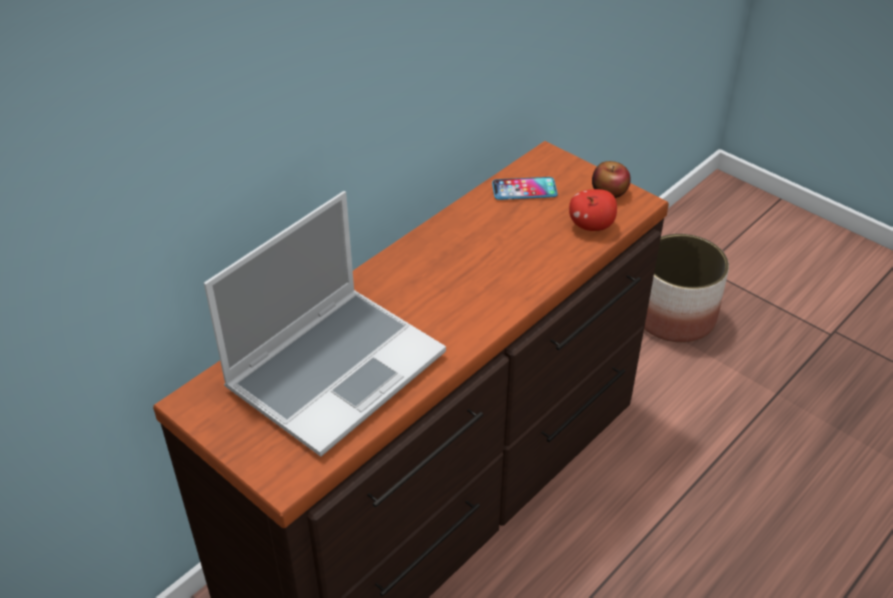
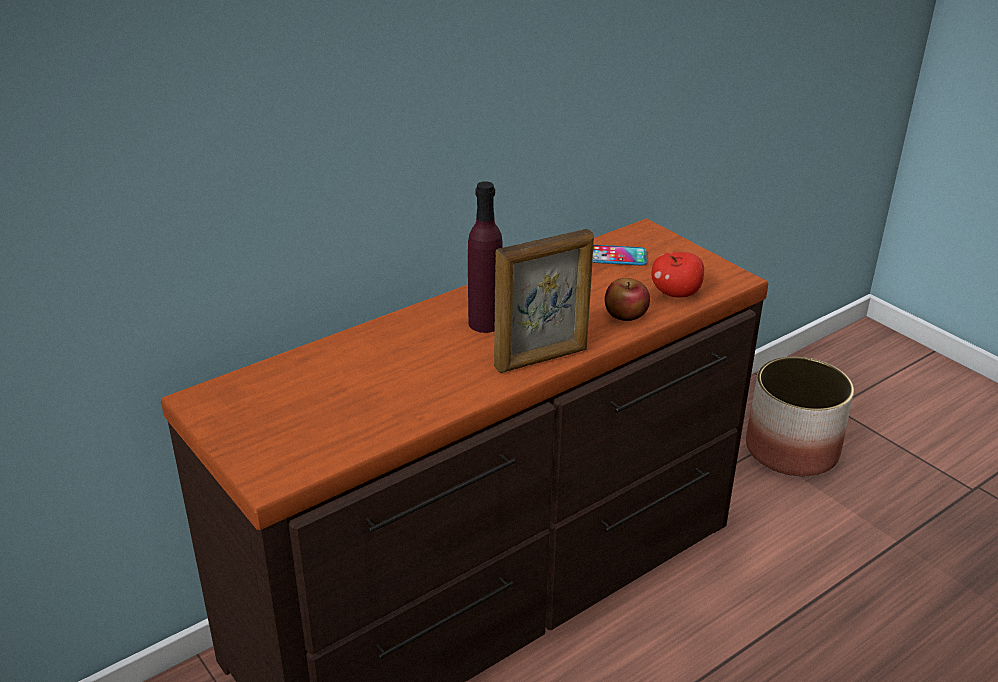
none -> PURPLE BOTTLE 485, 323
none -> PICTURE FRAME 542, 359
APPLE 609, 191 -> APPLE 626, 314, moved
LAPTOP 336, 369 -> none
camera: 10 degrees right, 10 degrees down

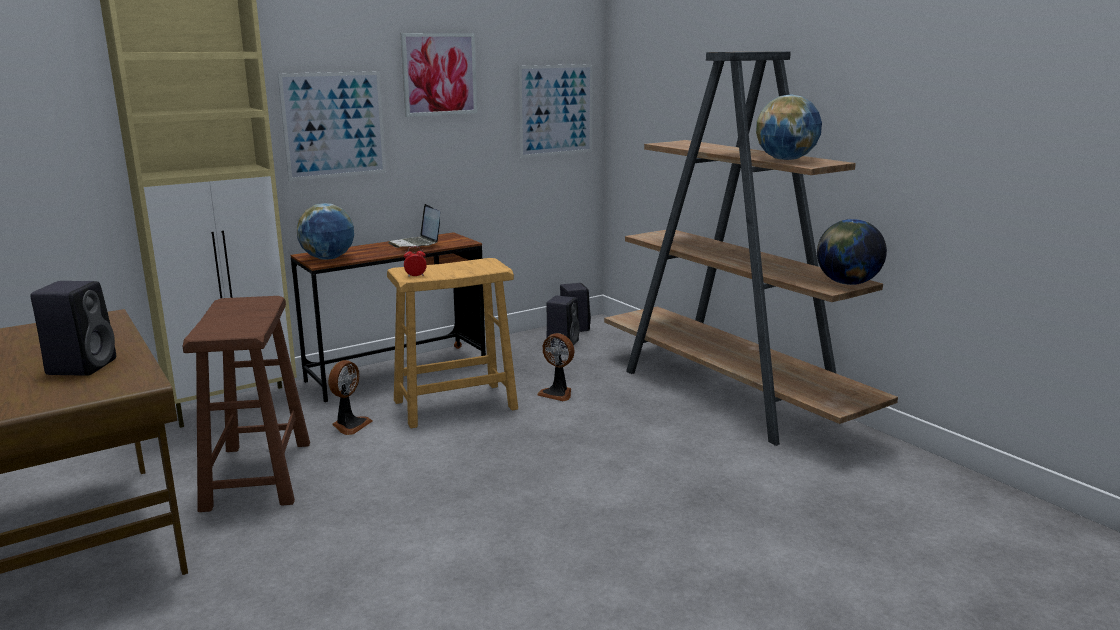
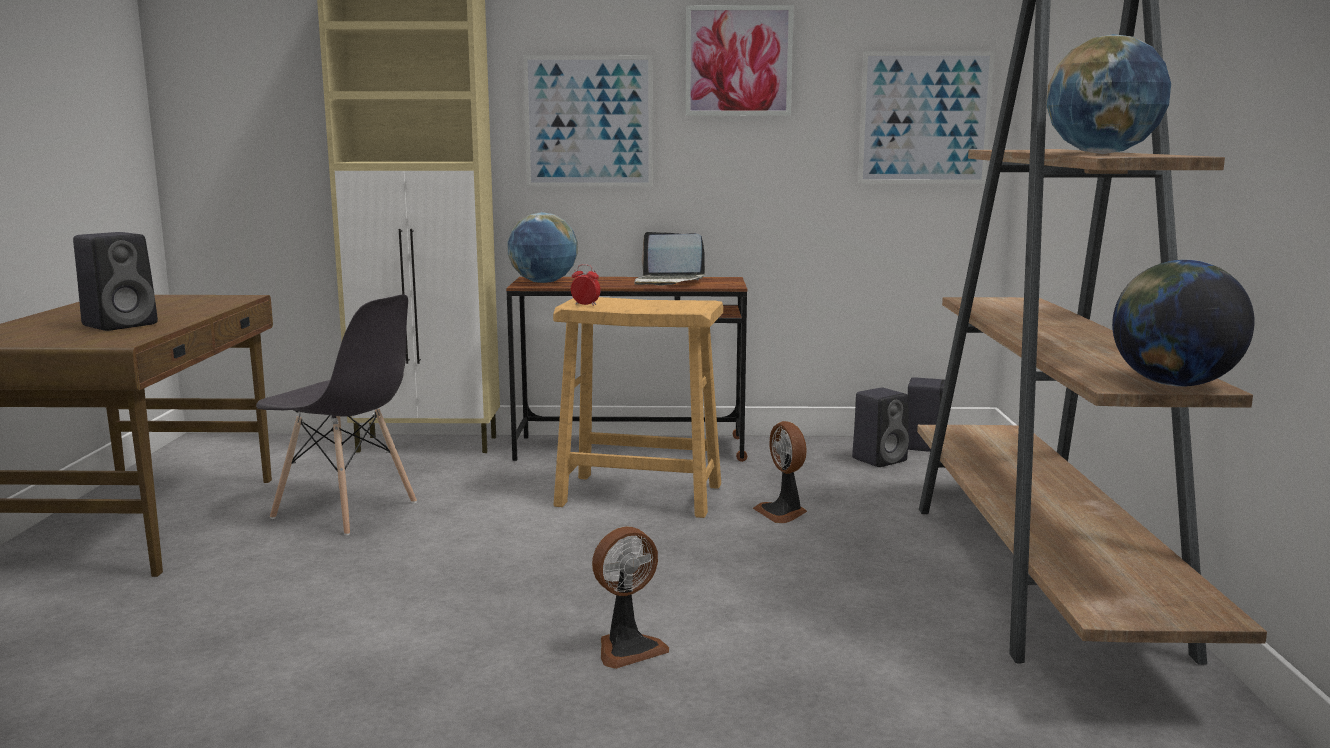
BROWN STOOL 258, 475 -> GREY CHAIR 346, 510
FAN 350, 425 -> FAN 627, 648, moved
LAPTOP 416, 244 -> LAPTOP 668, 281, 75 degrees counterclockwise
camera: 35 degrees right, 5 degrees down

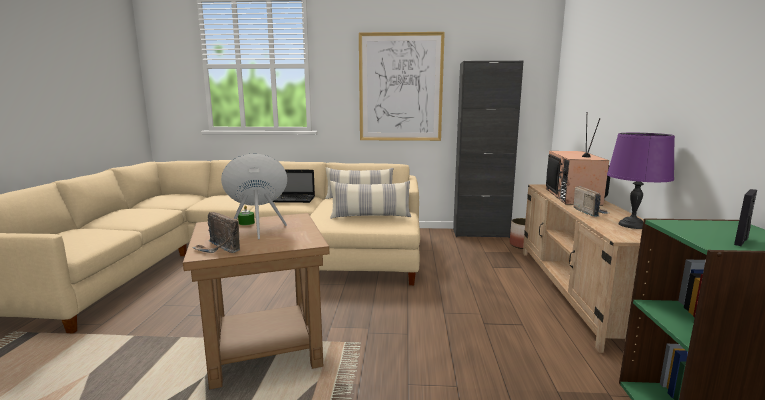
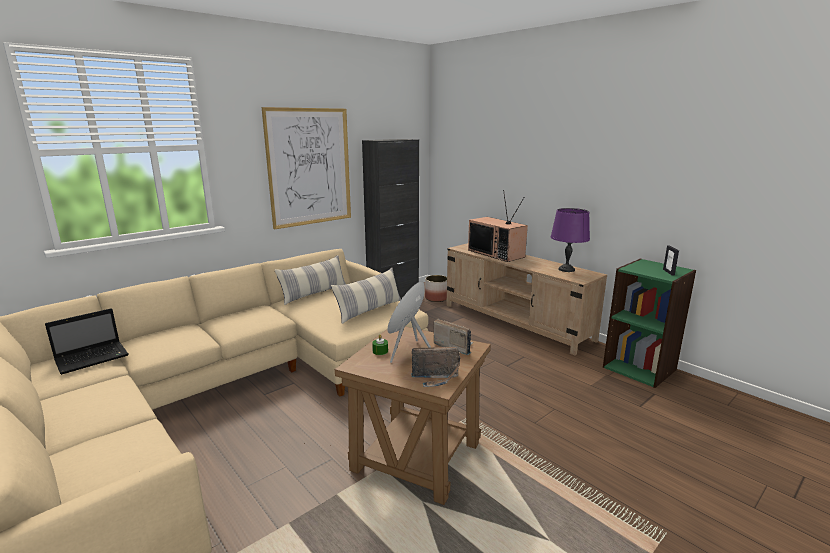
LAPTOP 294, 199 -> LAPTOP 93, 358, moved
RADIO 589, 212 -> RADIO 454, 346, moved
camera: 45 degrees left, 5 degrees up

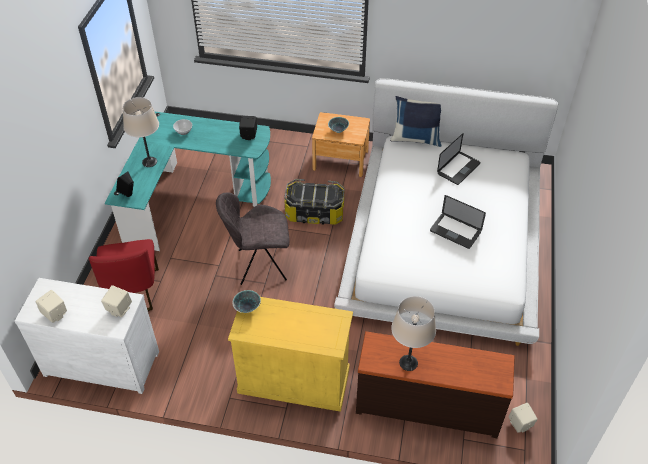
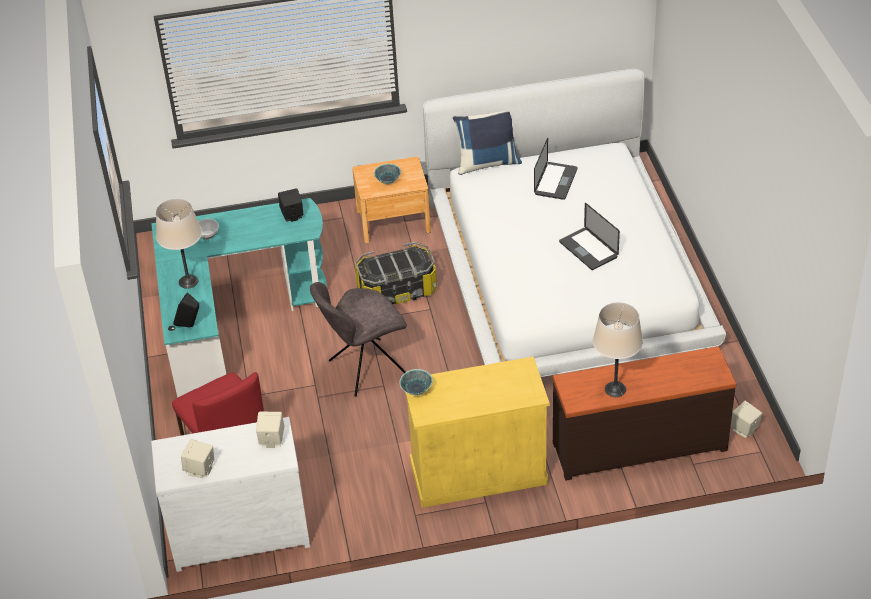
LAPTOP 455, 231 -> LAPTOP 588, 249, 45 degrees clockwise
camera: 20 degrees left, 5 degrees down

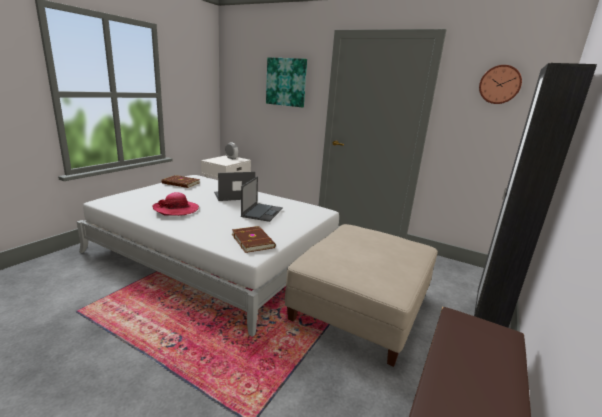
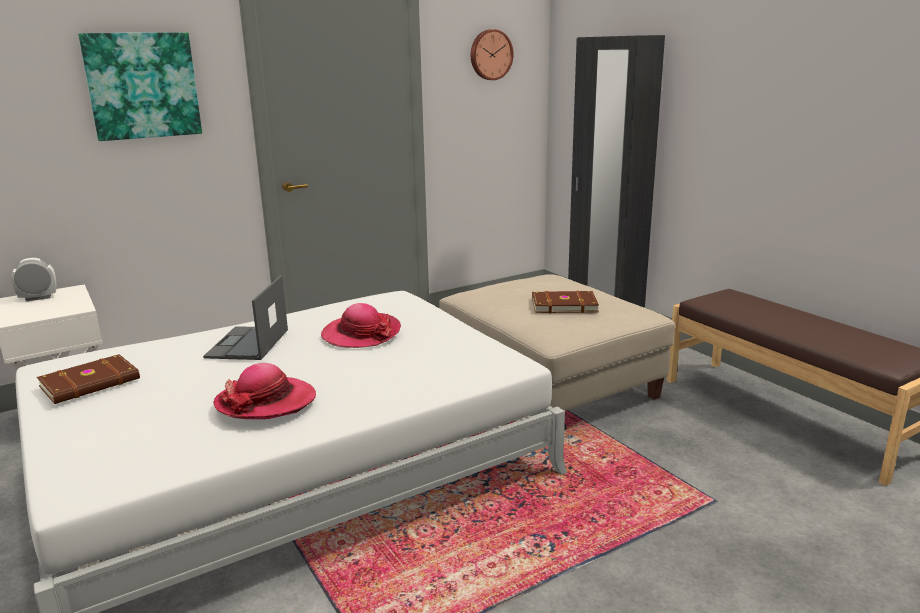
LAPTOP 262, 212 -> HAT 361, 334
BROWN BOOK 253, 240 -> BROWN BOOK 563, 305, moved
camera: 60 degrees left, 0 degrees up

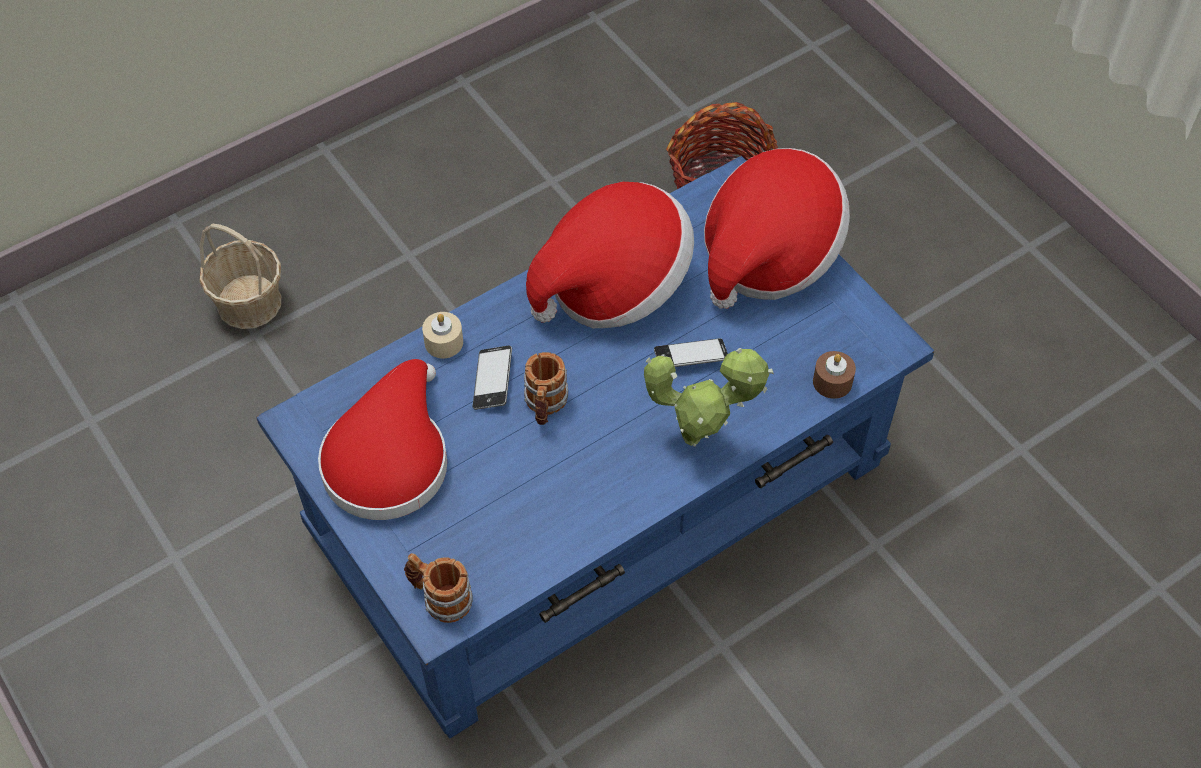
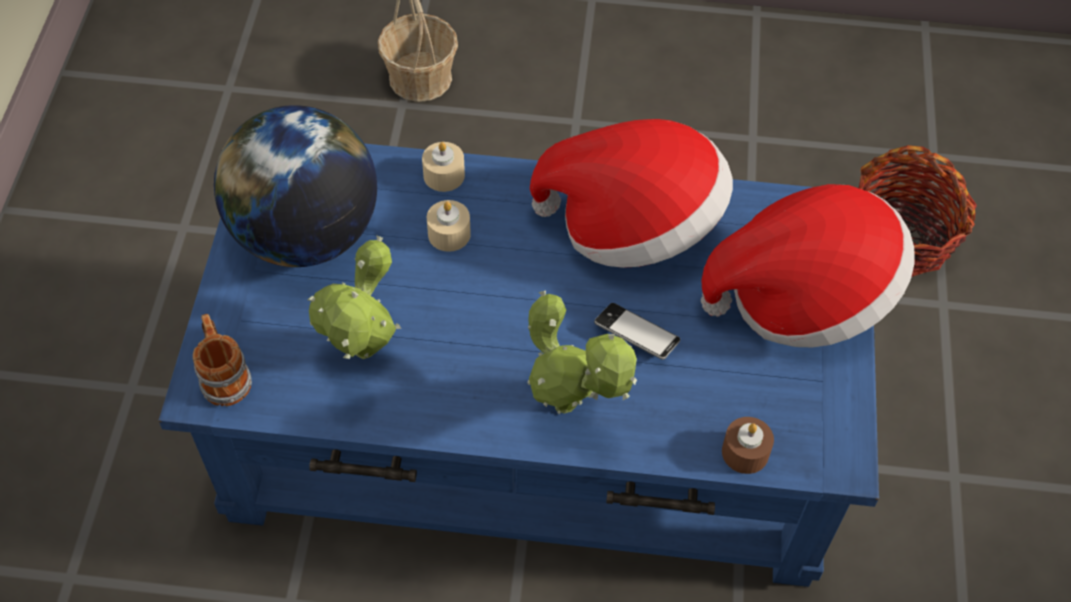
RED HAT 389, 457 -> GLOBE 306, 235
none -> POTTED PLANT 364, 357
PHONE 492, 381 -> BEIGE CANDLE 449, 234
MUG 545, 405 -> none
camera: 40 degrees right, 0 degrees up

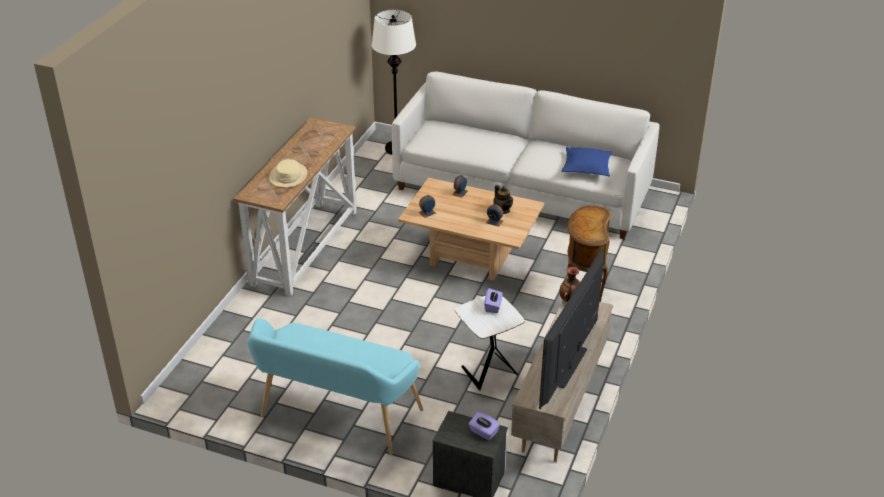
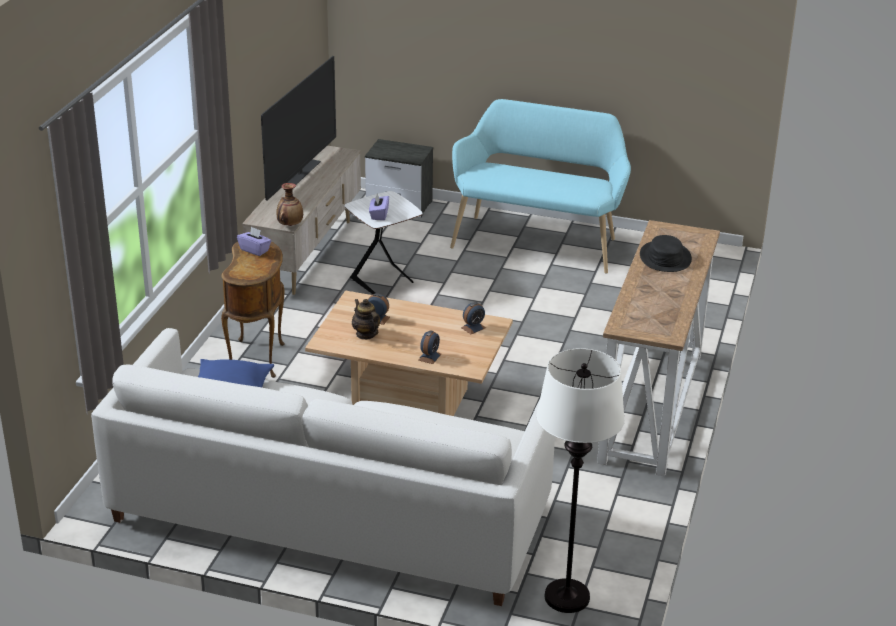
PURPLE TISSUE BOX 483, 432 -> PURPLE TISSUE BOX 255, 250, moved
BEIGE HAT 288, 176 -> BLACK HAT 665, 258
camera: 175 degrees right, 5 degrees down

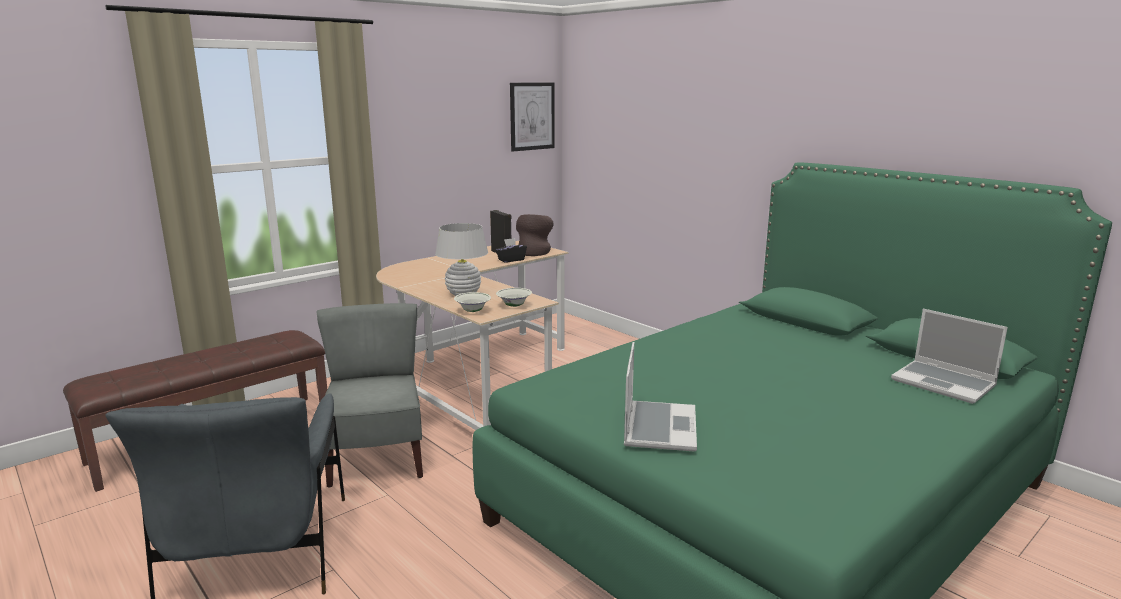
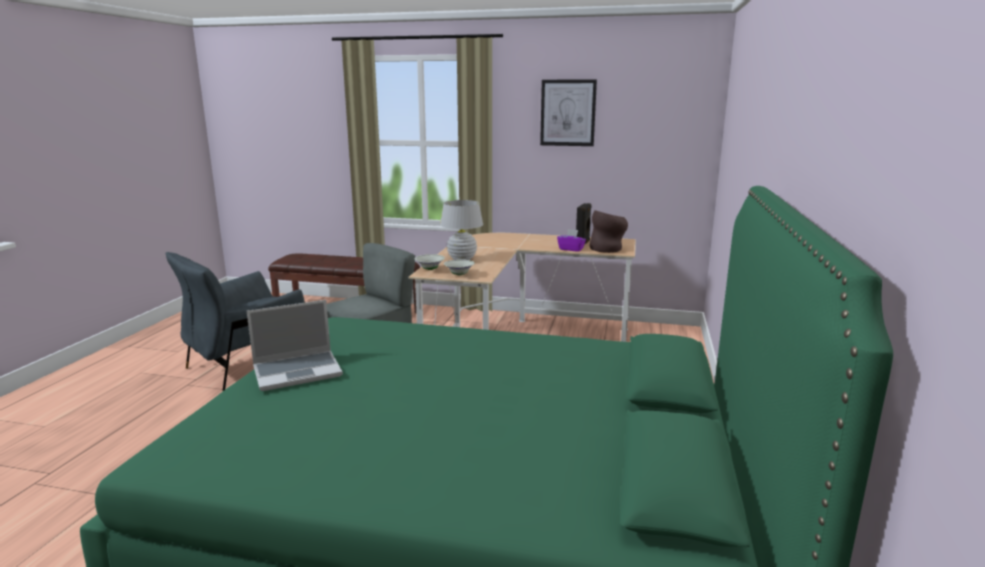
PICTURE 532, 116 -> PICTURE 568, 113, moved
BLACK TISSUE BOX 511, 260 -> PURPLE TISSUE BOX 571, 249
LAPTOP 944, 383 -> none
camera: 55 degrees right, 0 degrees up

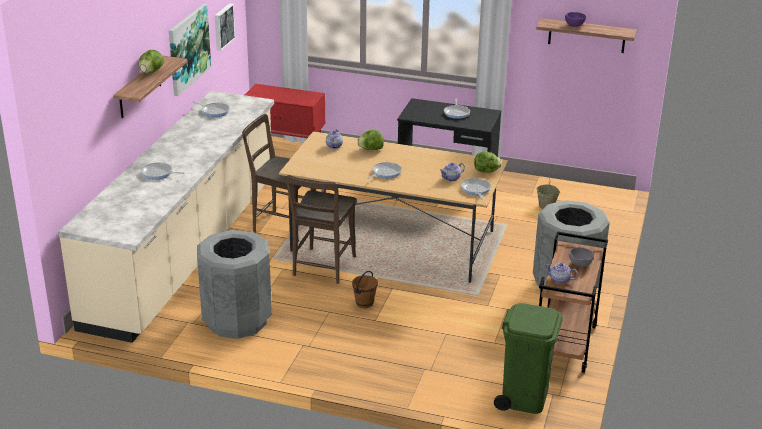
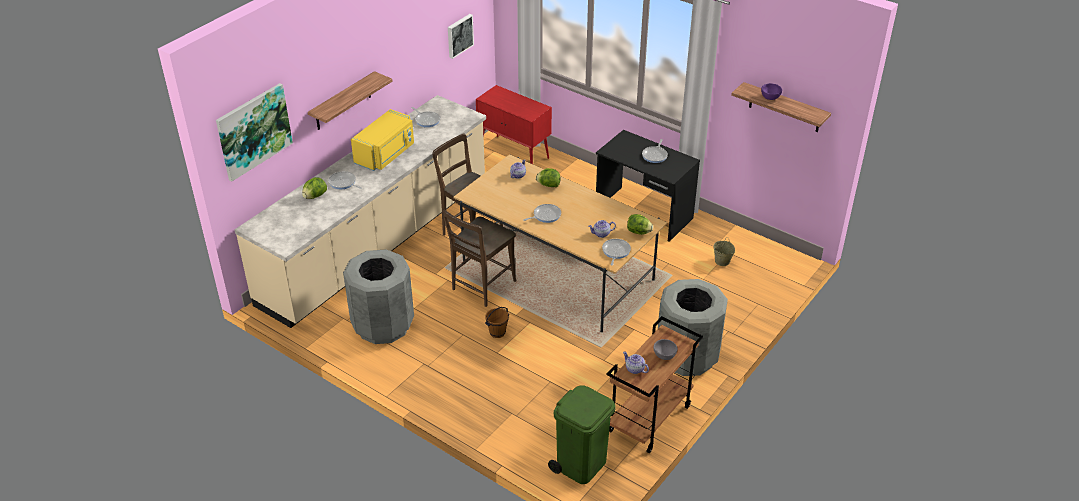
PICTURE 188, 49 -> PICTURE 253, 131, moved
LETTUCE 151, 72 -> LETTUCE 315, 196, moved
none -> YELLOW MICROWAVE 386, 154
camera: 20 degrees right, 10 degrees up

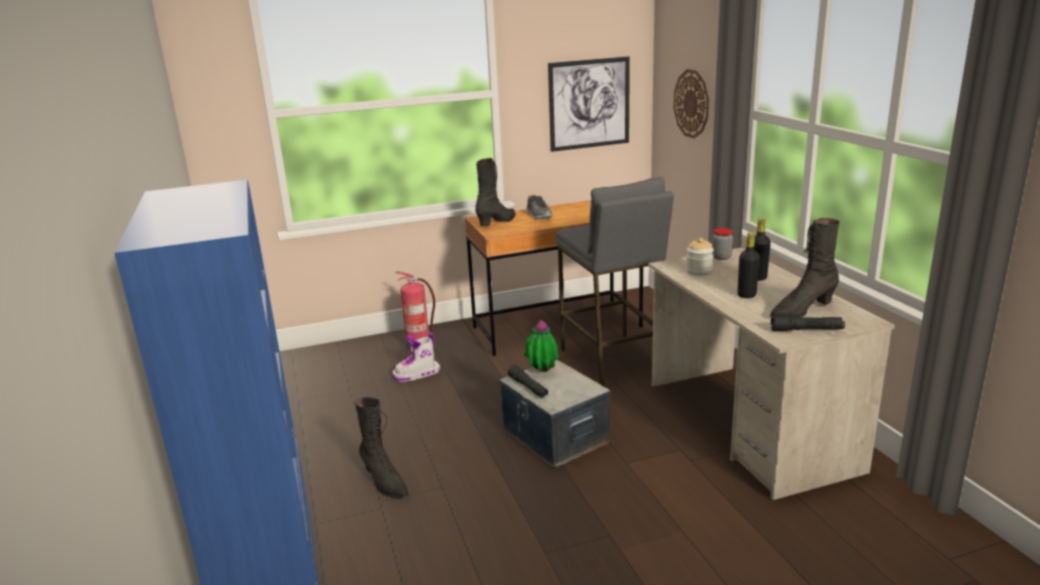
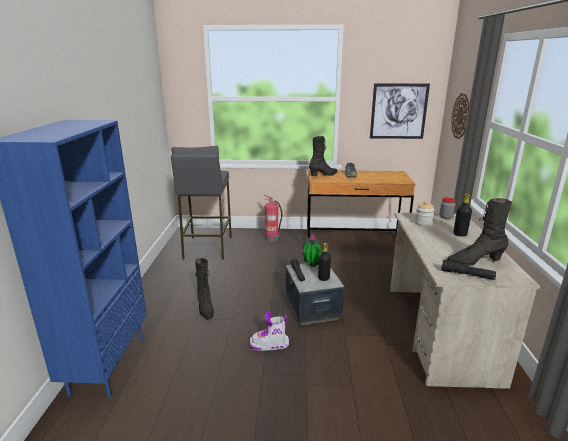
GREY STOOL 612, 361 -> GREY STOOL 207, 248, moved
BOOT 417, 374 -> BOOT 269, 345, moved
BLACK BOTTLE 746, 295 -> BLACK BOTTLE 323, 278, moved
camera: 20 degrees right, 0 degrees up

